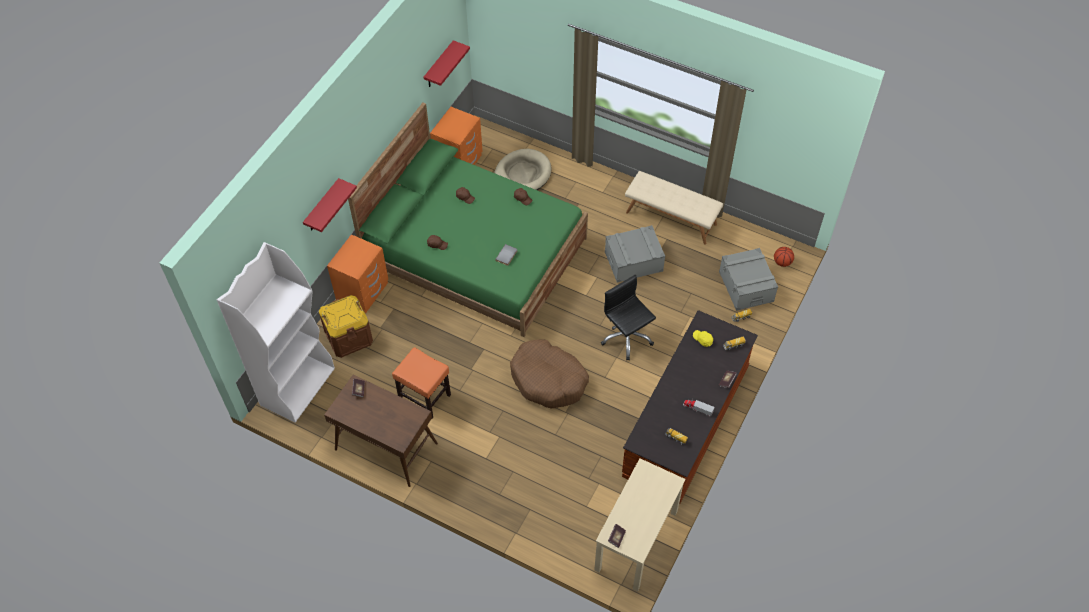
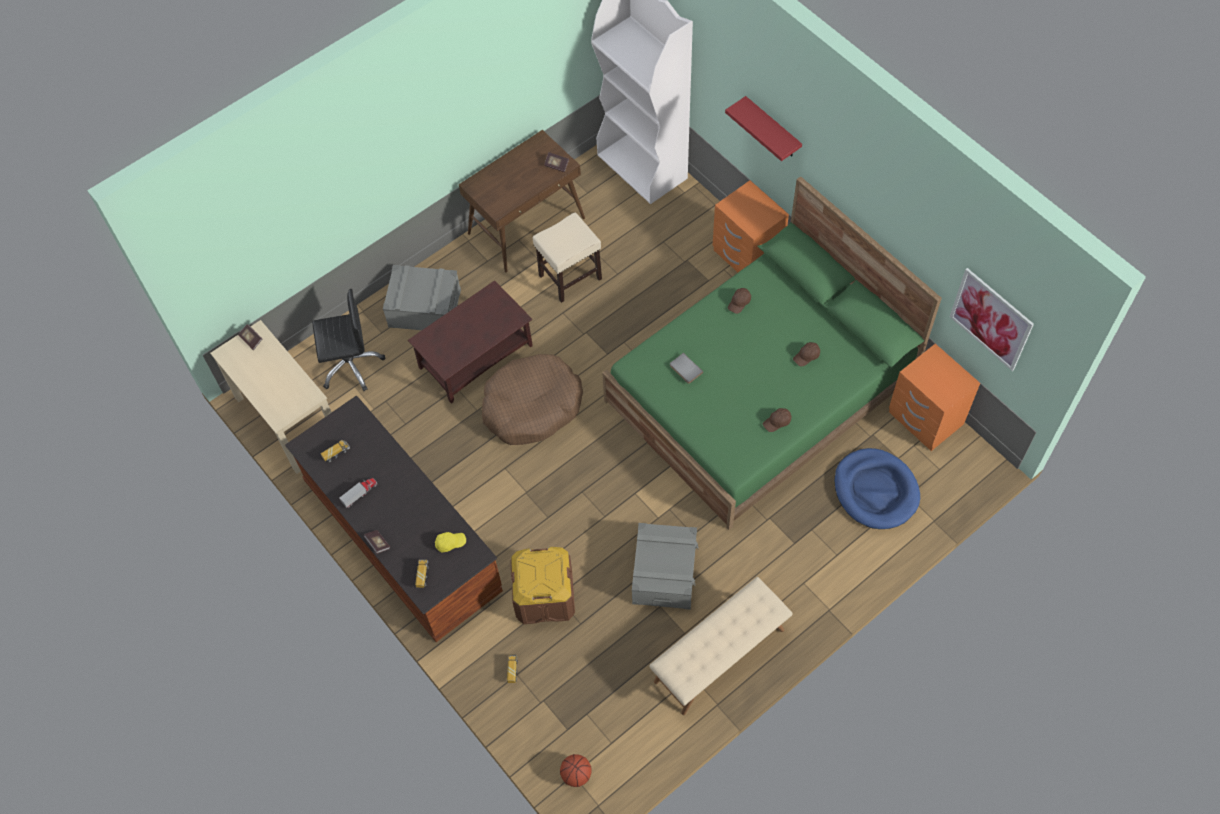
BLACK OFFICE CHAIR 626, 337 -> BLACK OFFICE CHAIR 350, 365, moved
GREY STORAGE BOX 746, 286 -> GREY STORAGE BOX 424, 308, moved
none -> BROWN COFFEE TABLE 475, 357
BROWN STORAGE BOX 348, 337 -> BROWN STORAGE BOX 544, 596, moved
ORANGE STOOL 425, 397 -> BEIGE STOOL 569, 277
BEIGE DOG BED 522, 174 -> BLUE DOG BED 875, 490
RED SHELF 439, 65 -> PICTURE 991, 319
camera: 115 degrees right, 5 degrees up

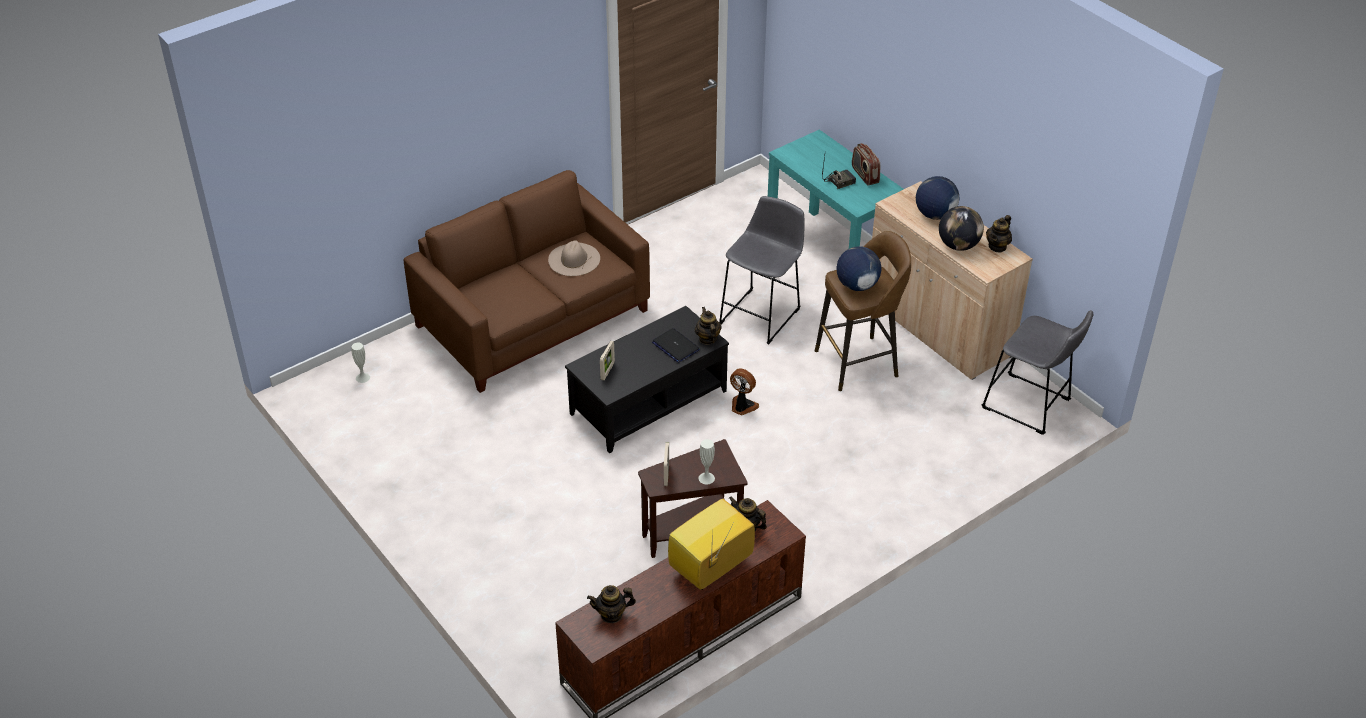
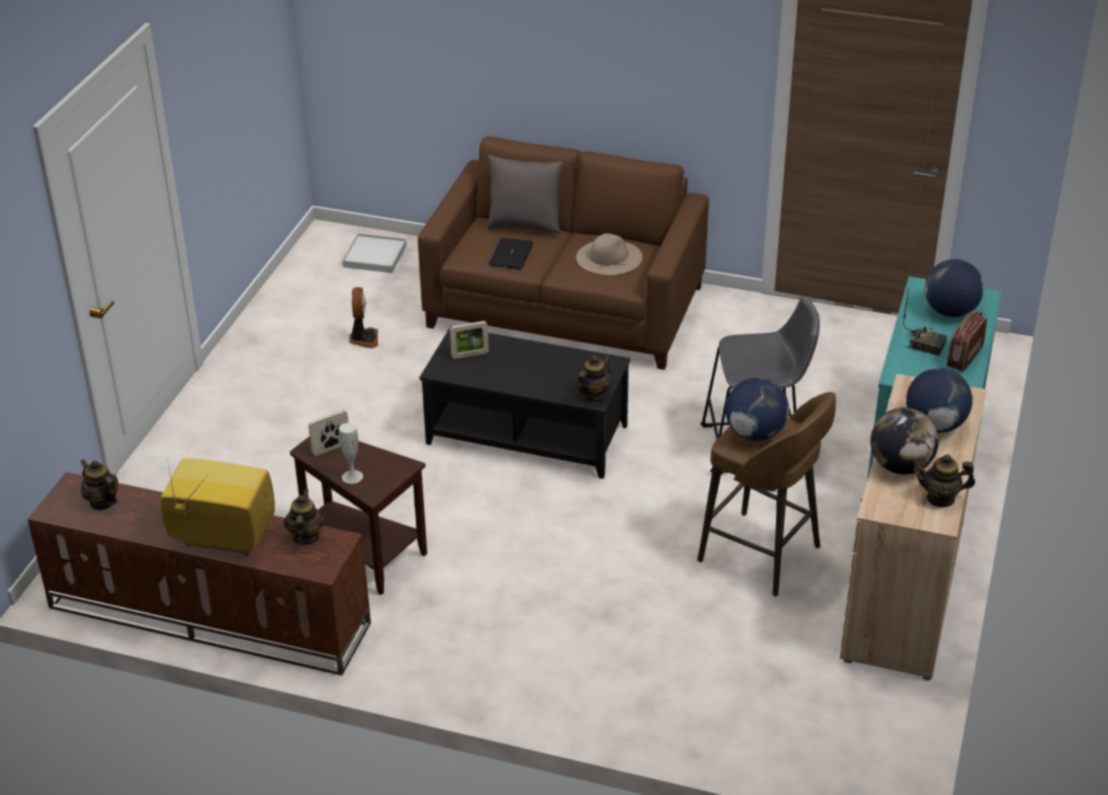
WHITE VASE 362, 377 -> WHITE TRAY 375, 256
FAN 742, 407 -> FAN 363, 339, moved
none -> GREY PILLOW 525, 226
LAPTOP 675, 346 -> LAPTOP 511, 255, moved
none -> GLOBE 950, 312
GREY STOOL 1030, 406 -> none
camera: 55 degrees right, 5 degrees down

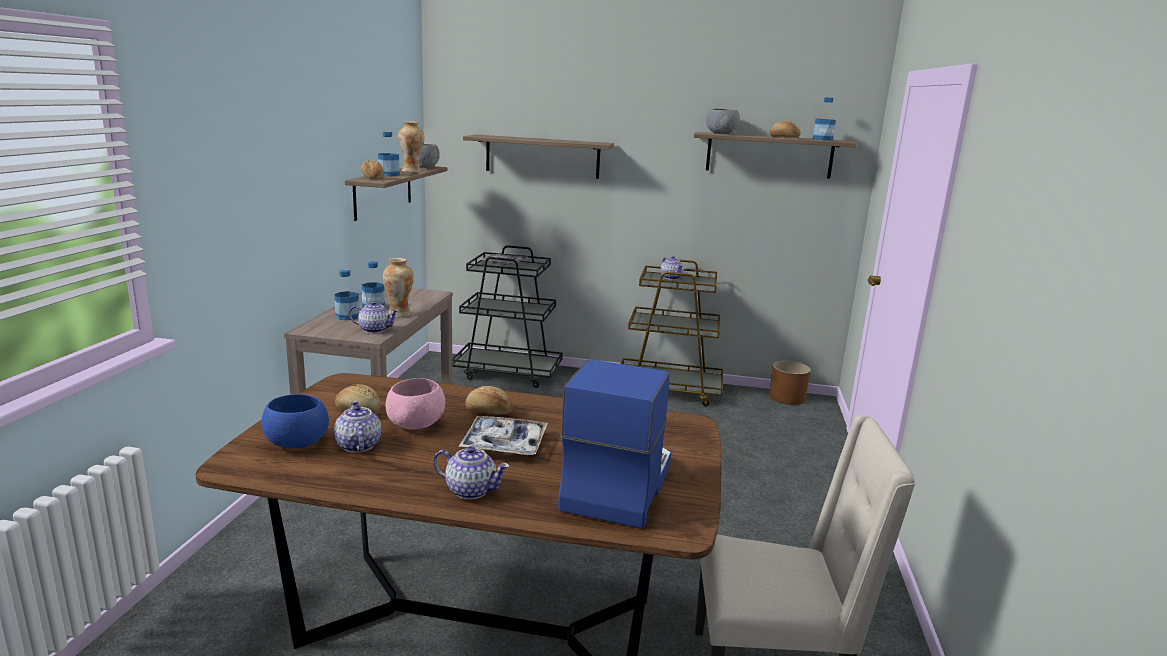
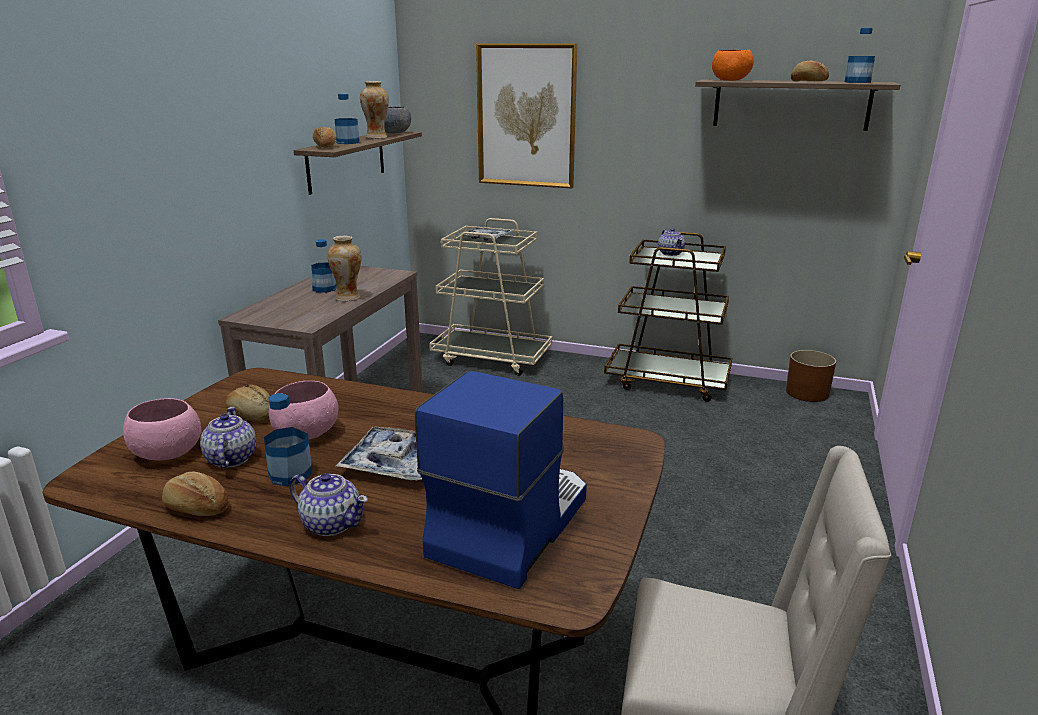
BLUE BOWL 298, 443 -> PINK BOWL 169, 453
BREAD 488, 412 -> BREAD 196, 509, moved
BOTTLE 347, 316 -> BOTTLE 290, 474, moved
BLACK CART 508, 373 -> BEIGE CART 492, 358
SHELF 542, 156 -> PICTURE 526, 116
GREY BOWL 720, 133 -> ORANGE BOWL 729, 80
TEAPOT 374, 330 -> none
camera: 10 degrees right, 5 degrees up

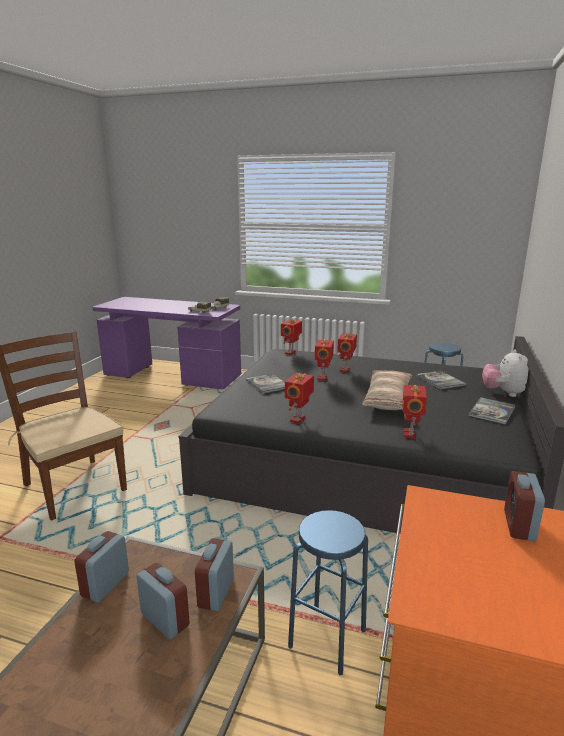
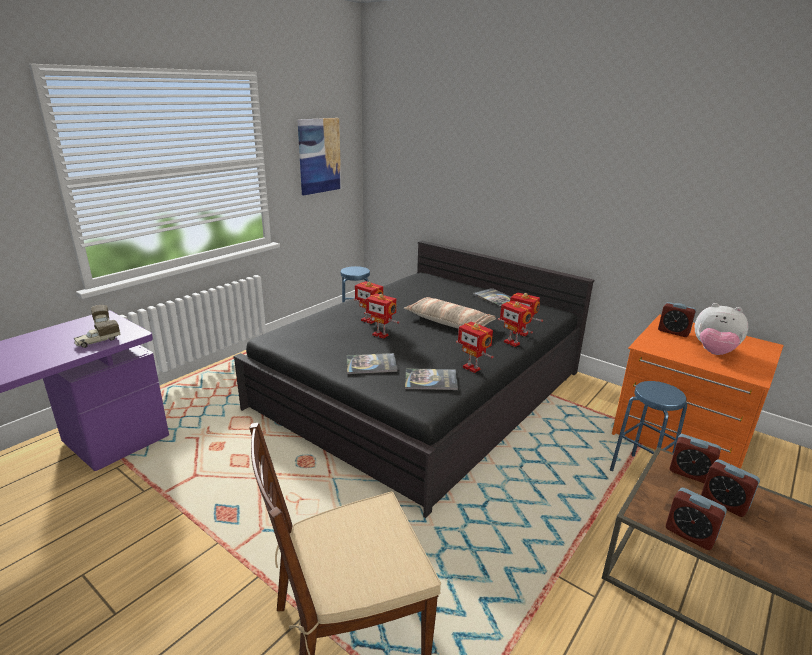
none -> PICTURE 319, 156
BOOK 440, 380 -> BOOK 431, 380, moved
TOY ROBOT 291, 353 -> TOY ROBOT 512, 343, moved
PLUSH TOY 504, 393 -> PLUSH TOY 713, 352, moved
ALARM CLOCK 165, 619 -> ALARM CLOCK 724, 503, 105 degrees counterclockwise
camera: 70 degrees left, 5 degrees up

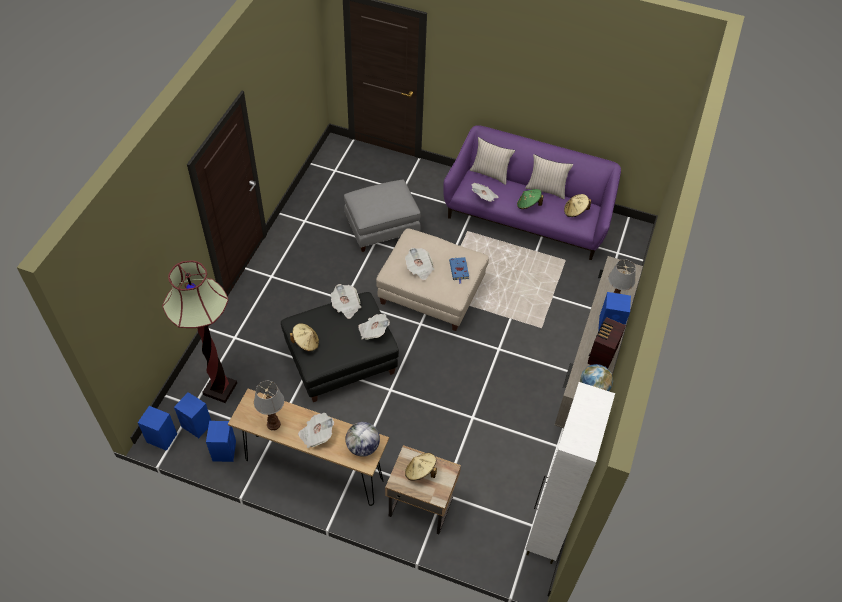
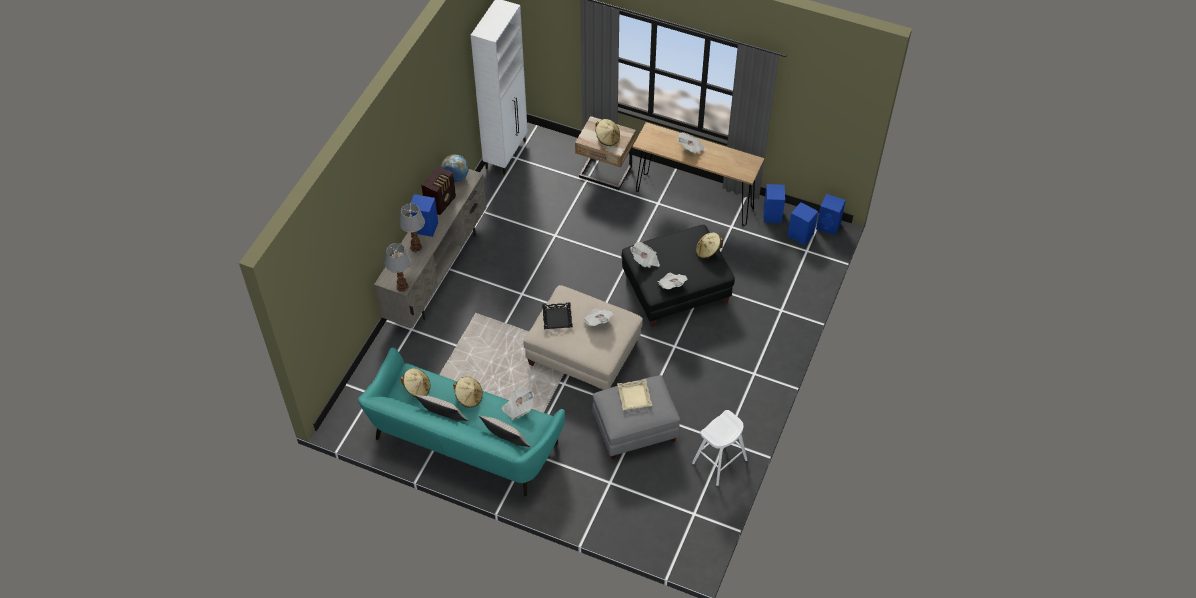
PURPLE SOFA 527, 217 -> TURQUOISE SOFA 463, 442
TABLE LAMP 273, 424 -> TABLE LAMP 402, 287, moved
GREEN HAT 528, 205 -> BEIGE HAT 469, 397
BLUE BOOK 459, 270 -> BLACK TRAY 557, 318
none -> BEIGE TRAY 634, 396
none -> WHITE STOOL 719, 461
FLOOR LAMP 220, 389 -> none
GLOBE 363, 447 -> none
camera: 175 degrees left, 0 degrees up

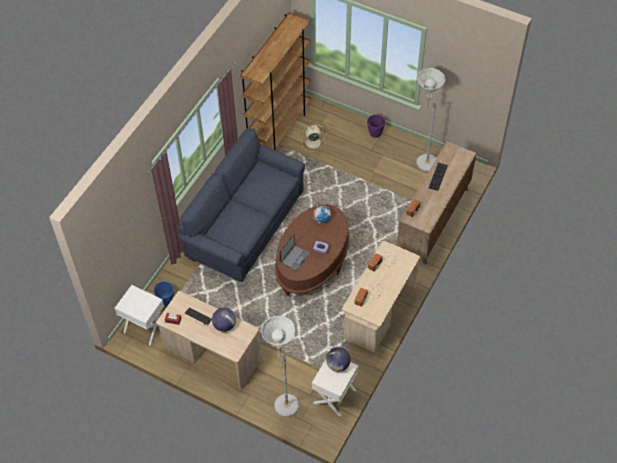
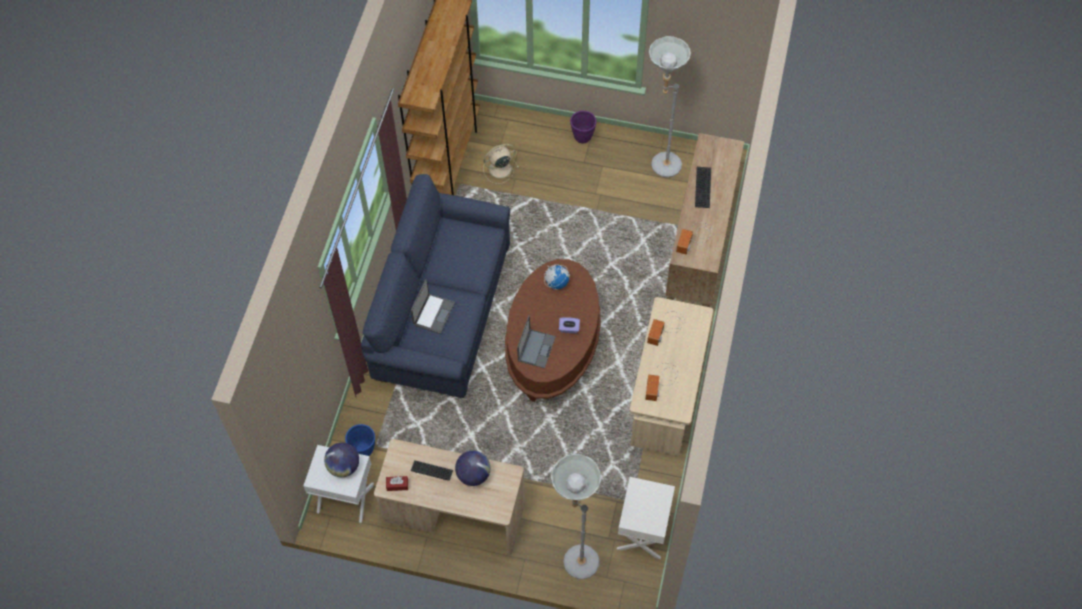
GLOBE 338, 365 -> GLOBE 344, 466, moved
none -> LAPTOP 433, 313
camera: 15 degrees left, 5 degrees up

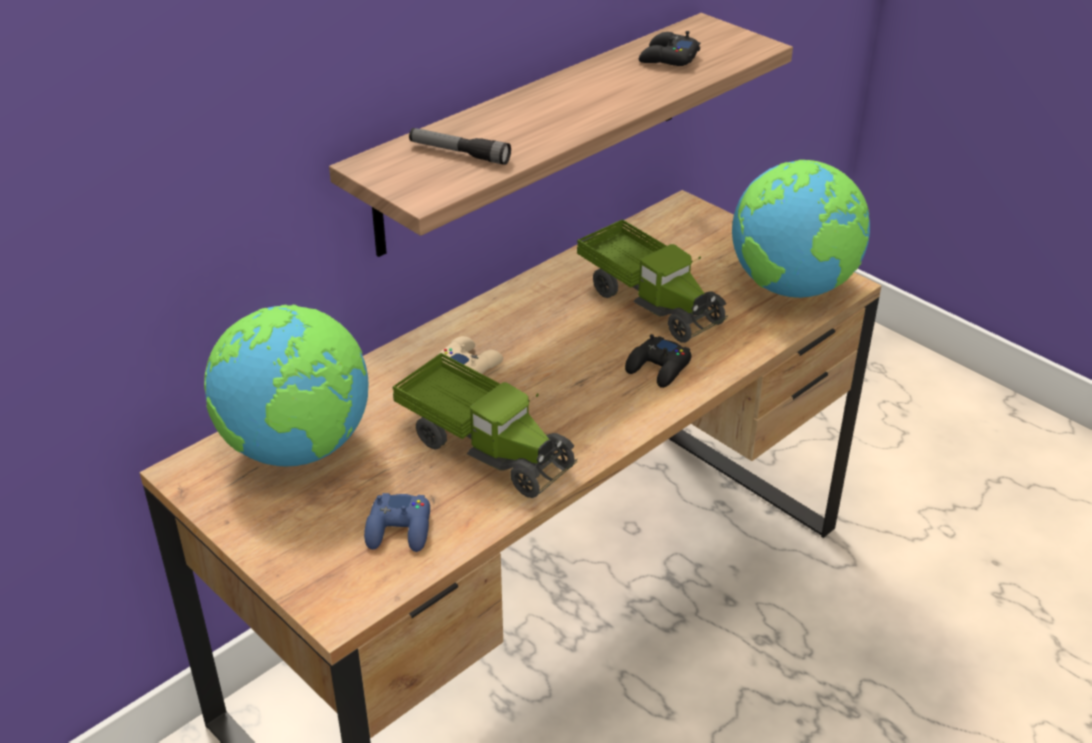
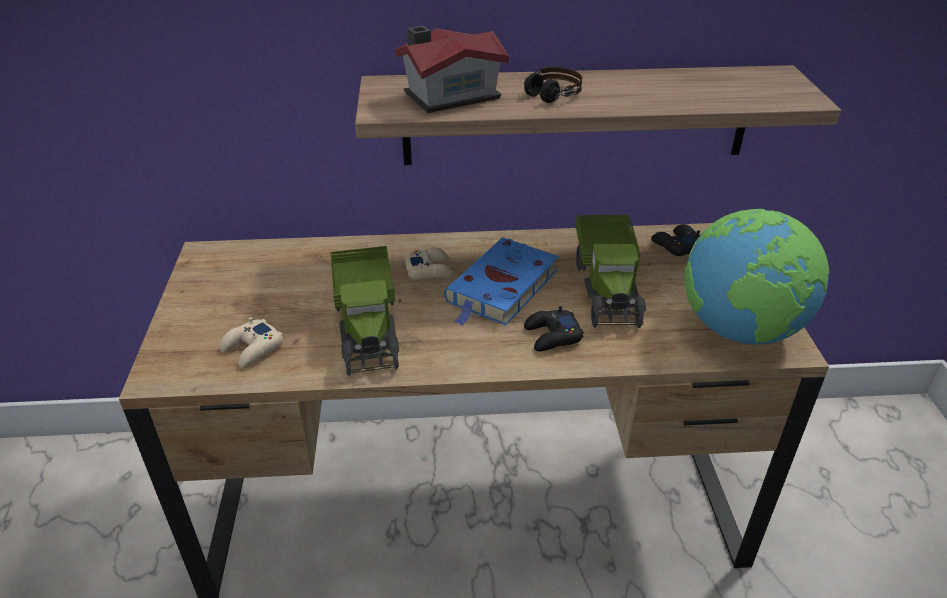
BLUE GAME CONTROLLER 399, 529 -> BEIGE GAME CONTROLLER 252, 349
FLASHLIGHT 459, 153 -> TOY HOUSE 448, 95
none -> BLUE BOOK 501, 288
none -> HEADPHONES 545, 99
BLACK GAME CONTROLLER 668, 58 -> BLACK GAME CONTROLLER 676, 245, moved
GLOBE 298, 448 -> none
camera: 40 degrees right, 0 degrees up

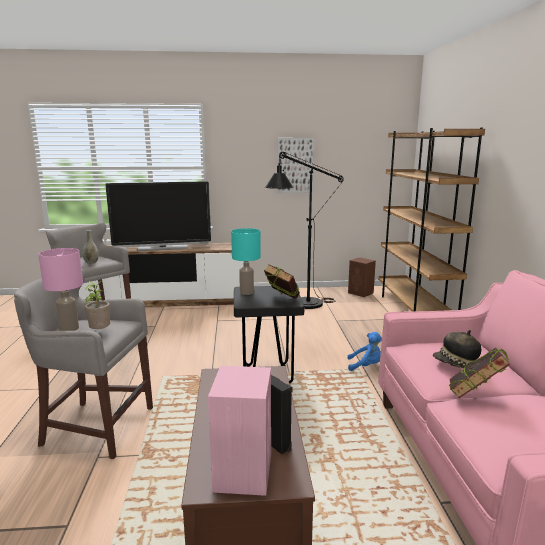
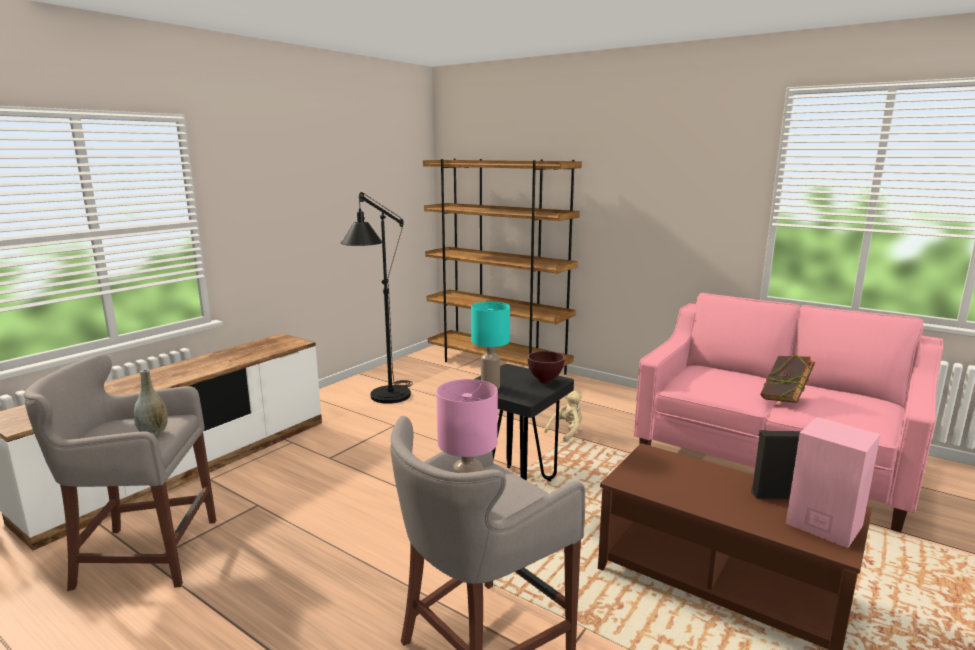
BOOK 282, 300 -> BROWN BOWL 544, 382
BLUE PLUSH TOY 366, 366 -> BEIGE PLUSH TOY 566, 432
POTTED PLANT 100, 332 -> none
TELEVISION 162, 248 -> none
PICTURE 295, 165 -> none
BROWN SPEAKER 361, 293 -> none
HAT 455, 365 -> none
camera: 50 degrees left, 0 degrees up

